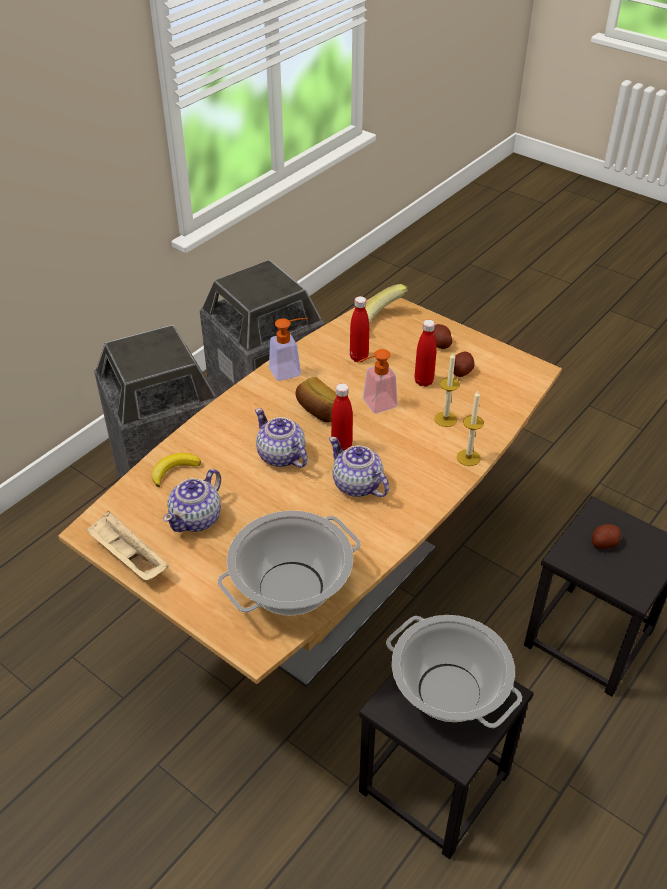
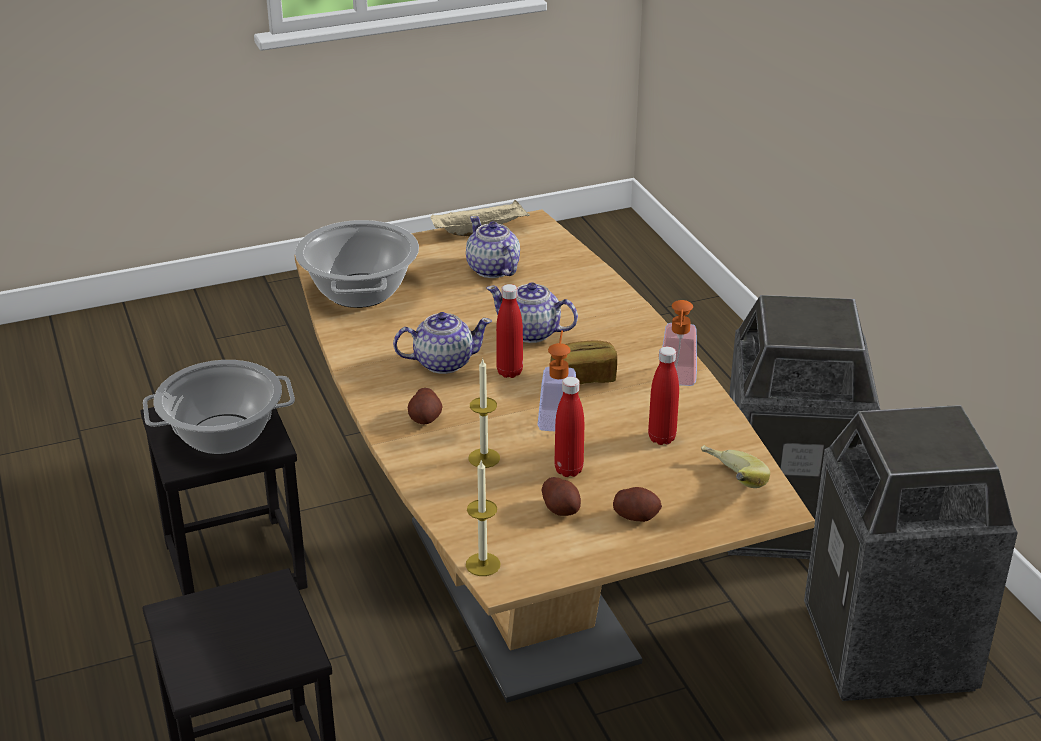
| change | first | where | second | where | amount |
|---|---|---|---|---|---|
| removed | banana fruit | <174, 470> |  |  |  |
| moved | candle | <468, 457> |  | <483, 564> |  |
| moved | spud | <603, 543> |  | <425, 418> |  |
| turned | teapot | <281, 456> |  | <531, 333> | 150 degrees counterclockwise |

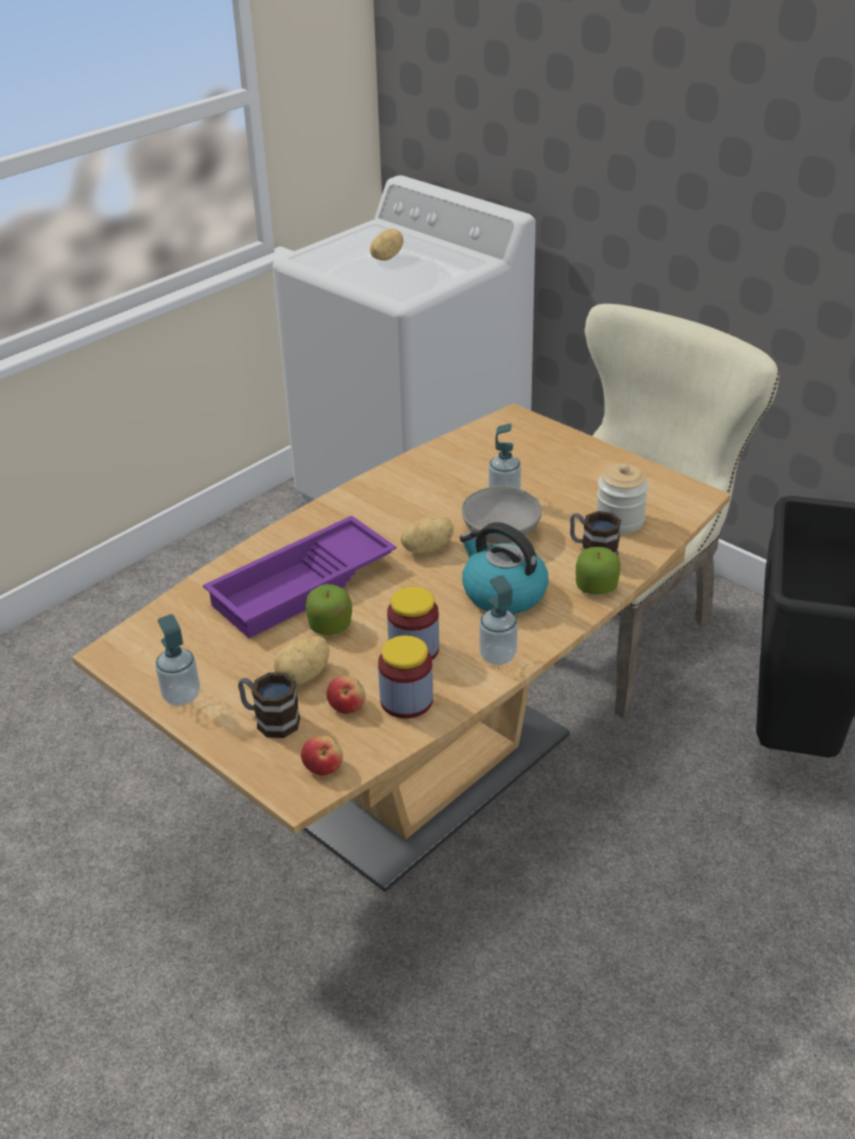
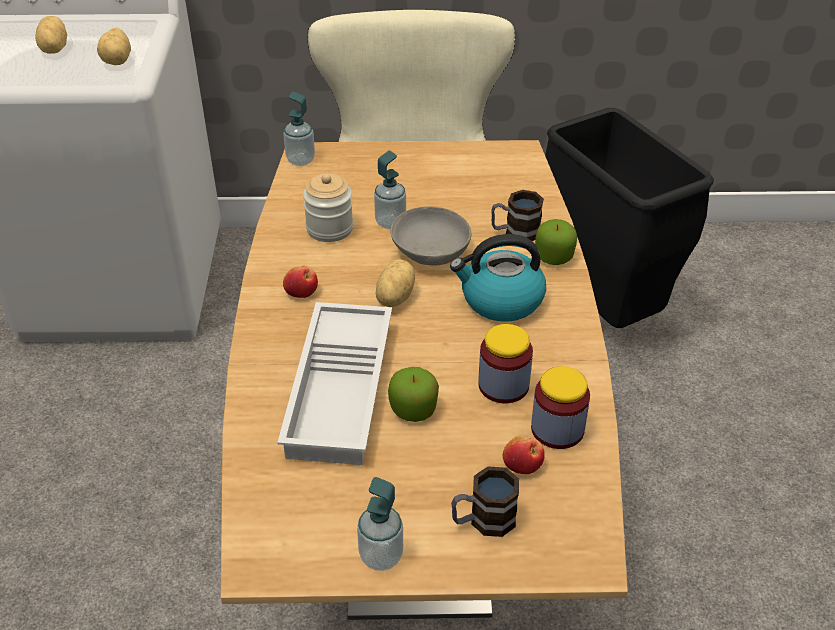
| change | first | where | second | where | amount |
|---|---|---|---|---|---|
| moved | spud | <304, 676> |  | <118, 61> |  |
| moved | apple | <323, 766> |  | <301, 292> |  |
| moved | liquid soap bottle | <498, 656> |  | <300, 160> |  |
| moved | preserve jar | <619, 521> |  | <329, 228> |  |
| recoloured | purple tray | <303, 587> | white-coloured tray | <342, 391> |  |

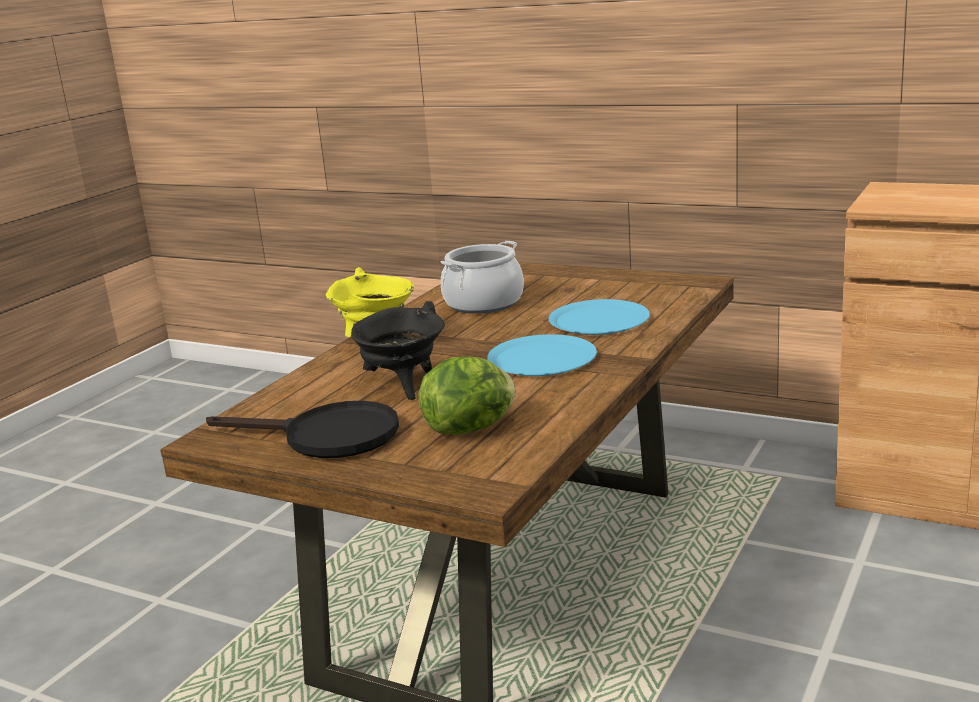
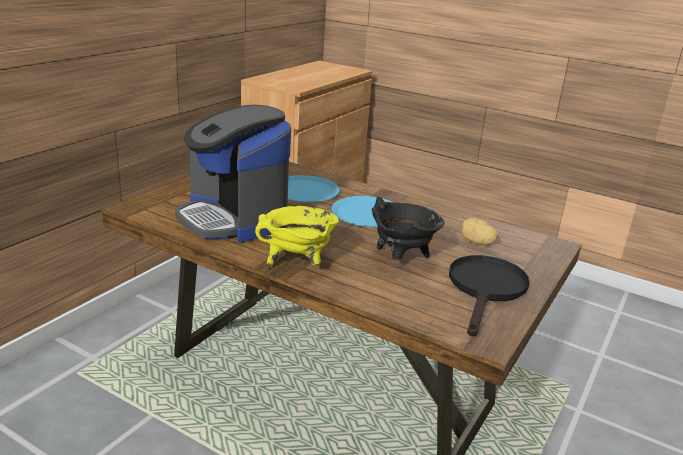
| change | first | where | second | where | amount |
|---|---|---|---|---|---|
| replaced | head of lettuce | <471, 428> | spud | <476, 243> |  |
| replaced | stockpot | <484, 303> | coffee machine | <234, 219> |  |

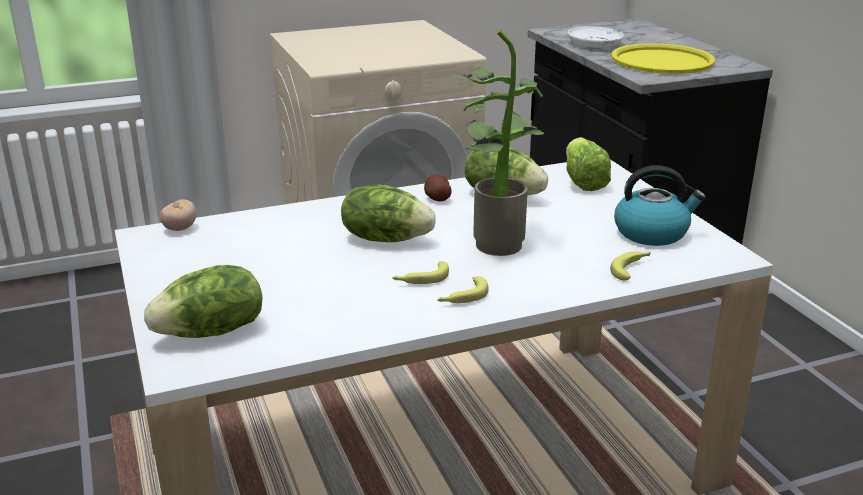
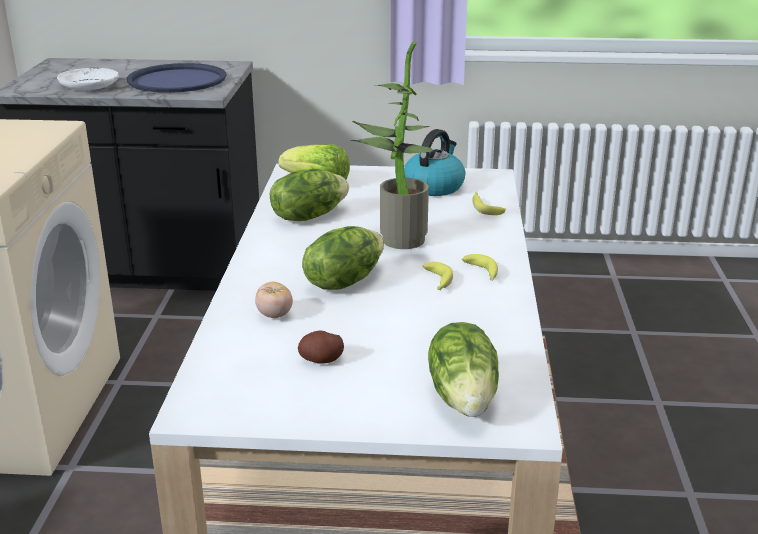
| change | first | where | second | where | amount |
|---|---|---|---|---|---|
| moved | whole tomato | <180, 229> |  | <274, 315> |  |
| moved | spud | <437, 198> |  | <321, 360> |  |
| recoloured | yellowish tray | <662, 60> | blue-coloured tray | <177, 80> |  |

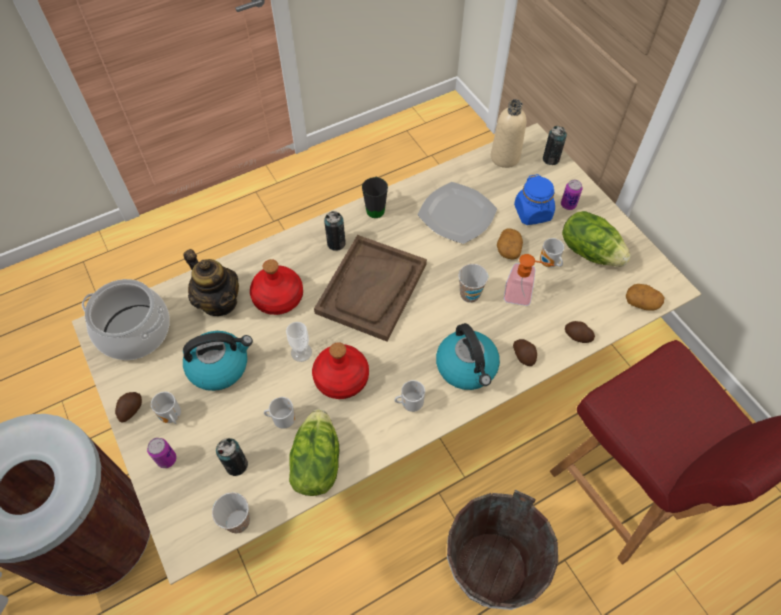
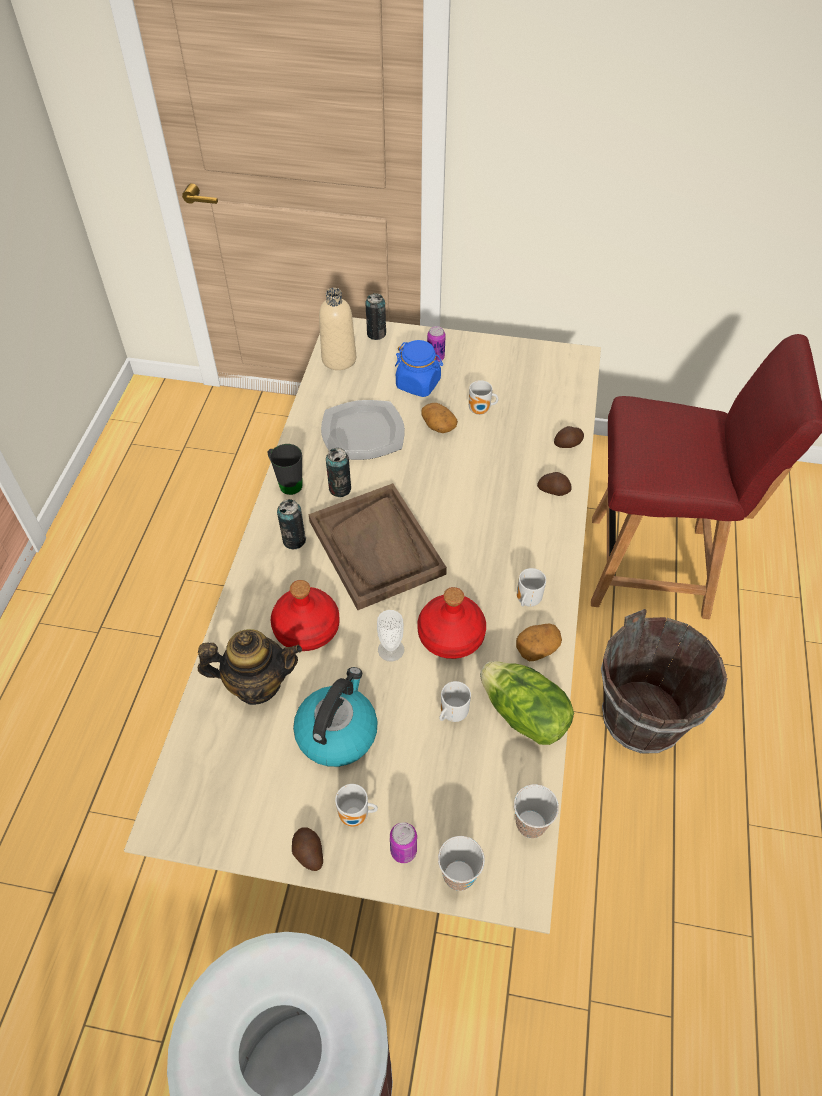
| change | first | where | second | where | amount |
|---|---|---|---|---|---|
| removed | stockpot | <135, 331> |  |  |  |
| removed | kettle | <467, 367> |  |  |  |
| removed | liquid soap bottle | <523, 295> |  |  |  |
| removed | head of lettuce | <590, 251> |  |  |  |
| moved | can | <236, 465> |  | <340, 489> |  |
| moved | small cup | <470, 294> |  | <458, 875> |  |
| moved | spud | <642, 302> |  | <537, 647> |  |

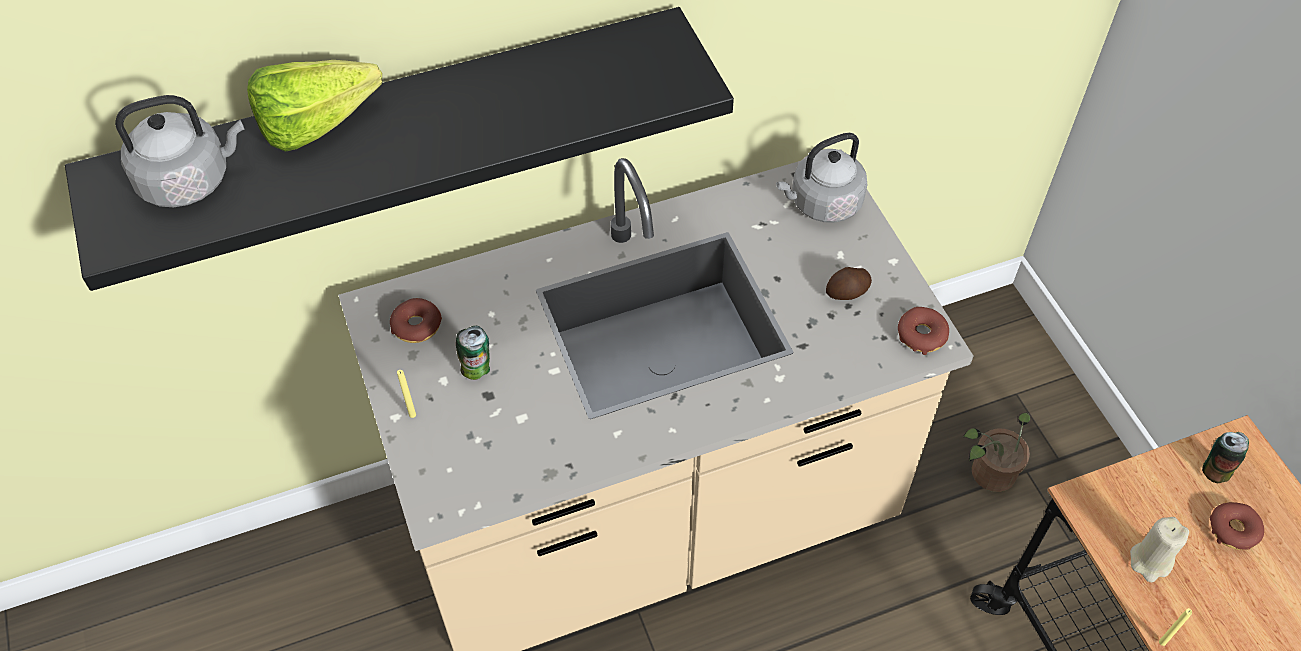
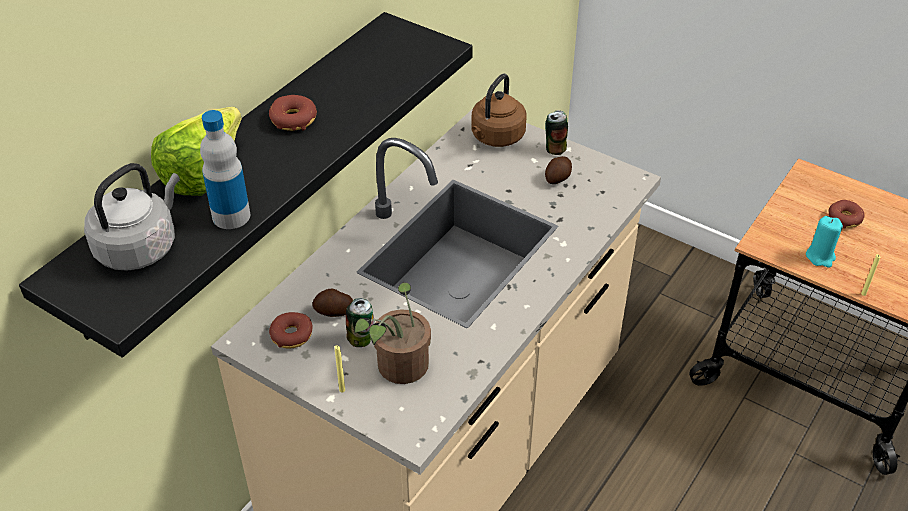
| change | first | where | second | where | amount |
|---|---|---|---|---|---|
| added |  |  | bottle | <231, 216> |  |
| added |  |  | spud | <334, 312> |  |
| moved | donut | <921, 335> |  | <293, 119> |  |
| moved | plant in a pot | <987, 475> |  | <398, 370> |  |
| moved | can | <1215, 470> |  | <555, 148> |  |
| recoloured | gray kettle | <822, 204> | brown-coloured kettle | <496, 137> |  |
| recoloured | beige-coloured candle | <1150, 561> | turquoise-coloured candle | <820, 256> |  |

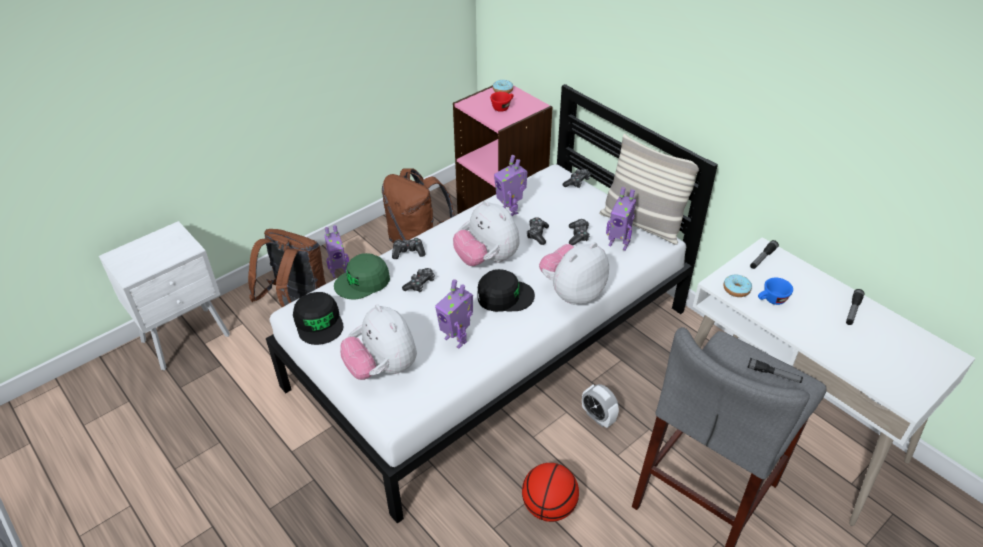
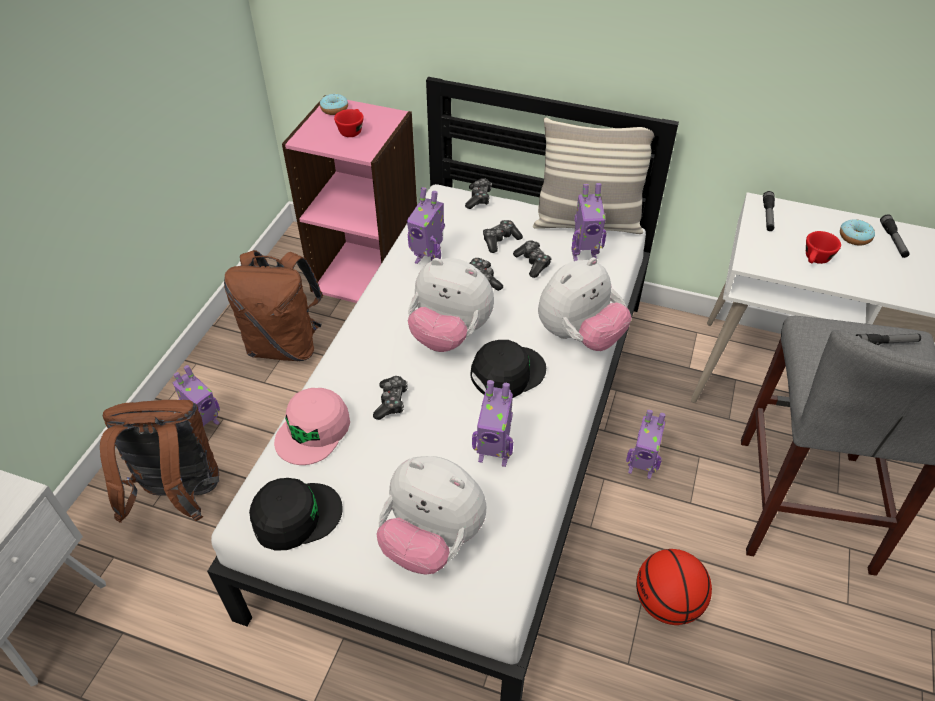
| change | first | where | second | where | amount |
|---|---|---|---|---|---|
| moved | gamepad | <408, 252> |  | <500, 240> |  |
| moved | donut | <736, 289> |  | <854, 237> |  |
| replaced | bedside clock | <598, 417> | robot figure | <640, 469> |  |
| recoloured | green cap | <363, 281> | pink-coloured cap | <313, 431> |  |
| recoloured | blue-coloured small cup | <771, 300> | red small cup | <815, 260> |  |
| turned | black cap | <319, 322> |  | <295, 516> | 60 degrees counterclockwise |
| turned | cuddly toy | <572, 293> |  | <579, 336> | 150 degrees counterclockwise |

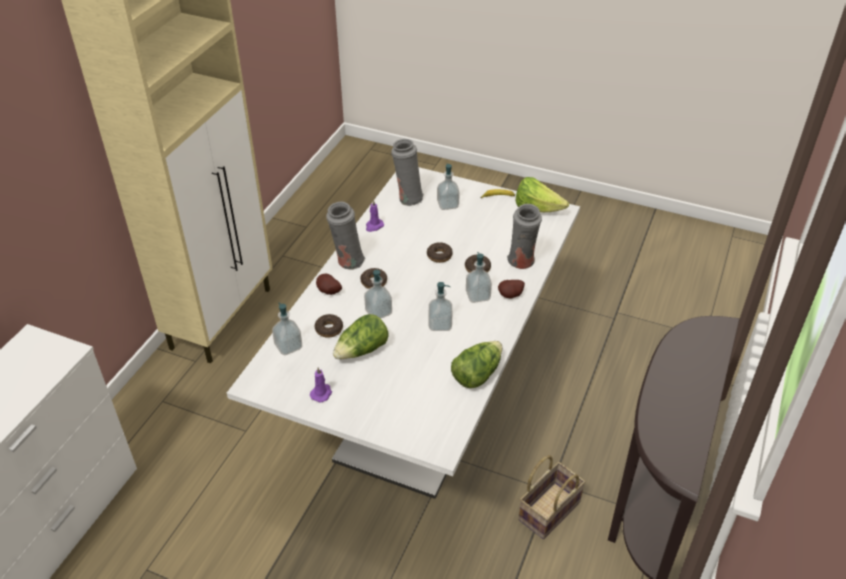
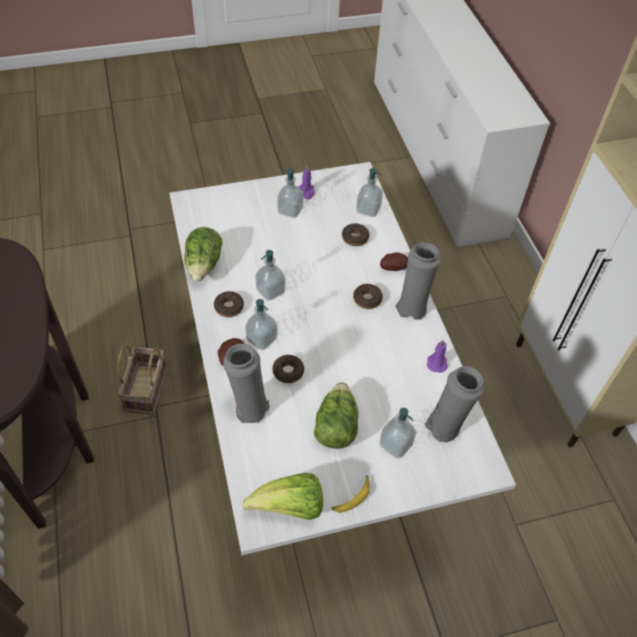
| change | first | where | second | where | amount |
|---|---|---|---|---|---|
| moved | head of lettuce | <362, 350> |  | <335, 426> |  |
| moved | liquid soap bottle | <378, 312> |  | <290, 210> |  |
| moved | donut | <439, 255> |  | <229, 307> |  |

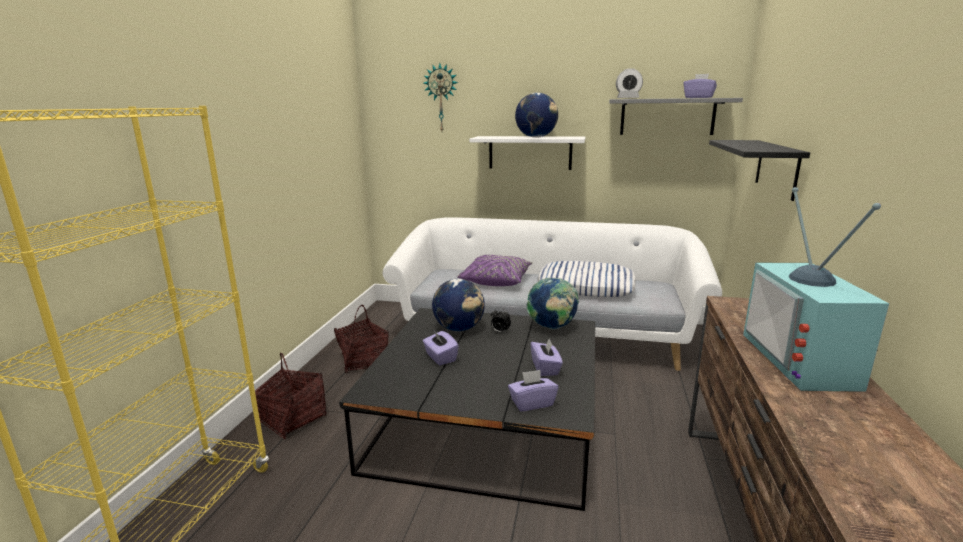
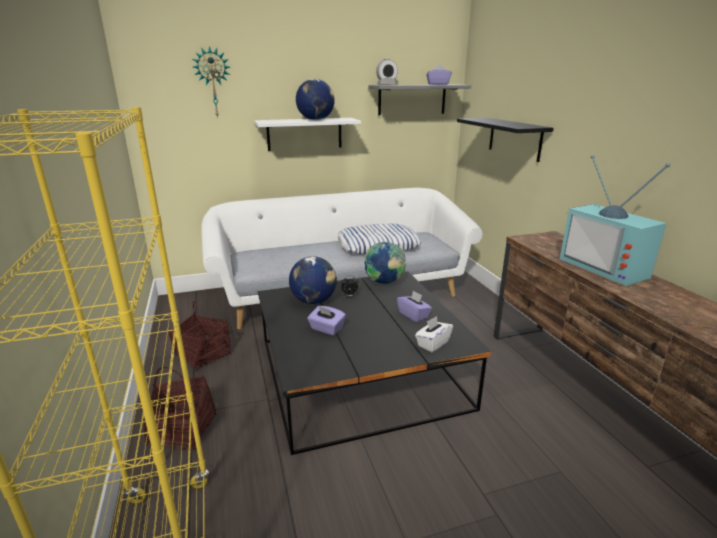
| change | first | where | second | where | amount |
|---|---|---|---|---|---|
| removed | purple pillow | <496, 280> |  |  |  |
| recoloured | purple tissue box | <532, 403> | white-coloured tissue box | <432, 343> |  |

